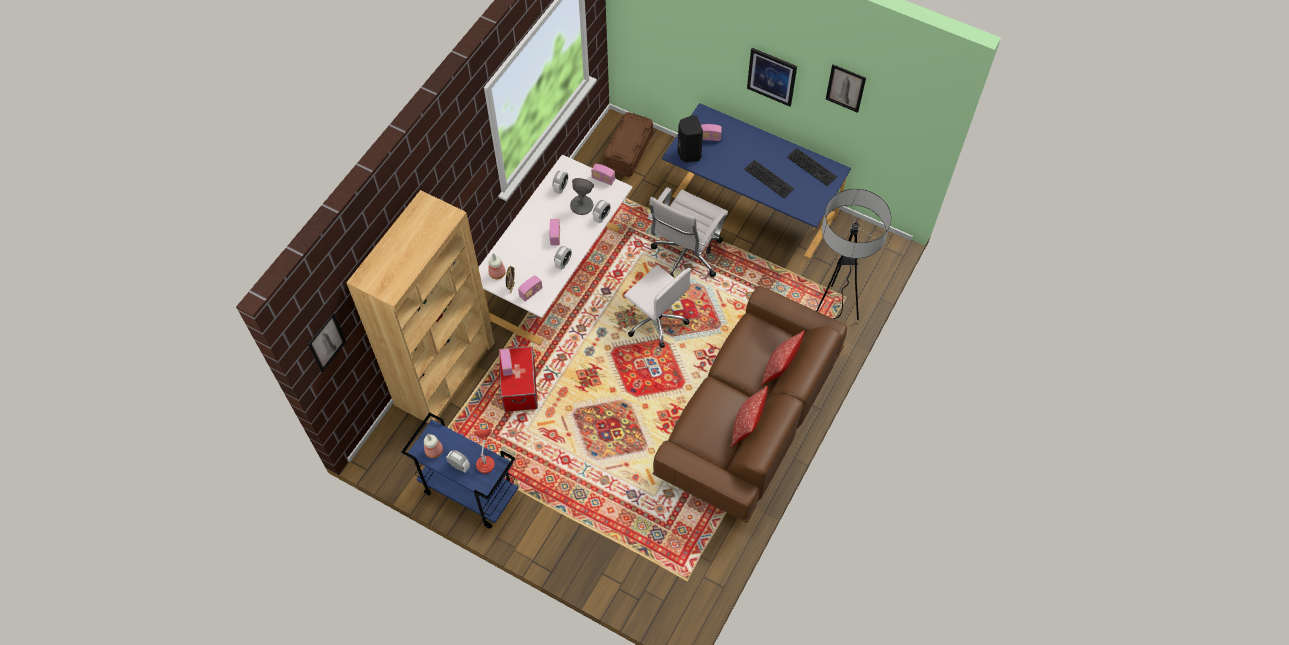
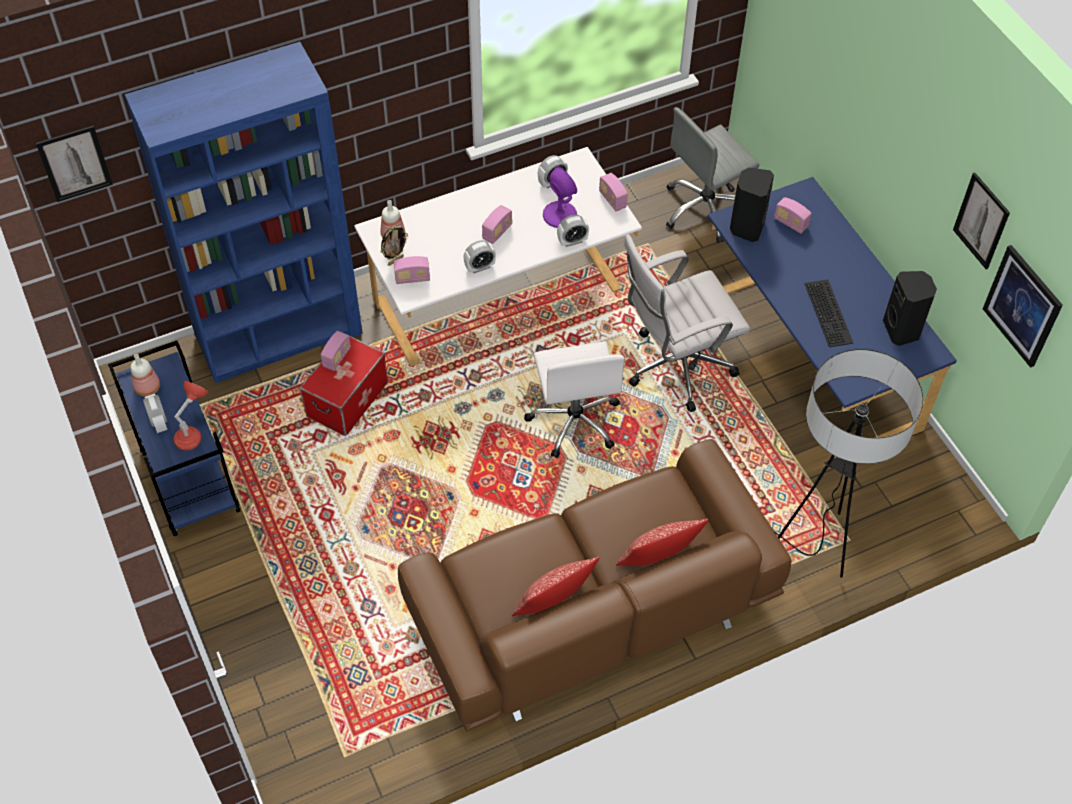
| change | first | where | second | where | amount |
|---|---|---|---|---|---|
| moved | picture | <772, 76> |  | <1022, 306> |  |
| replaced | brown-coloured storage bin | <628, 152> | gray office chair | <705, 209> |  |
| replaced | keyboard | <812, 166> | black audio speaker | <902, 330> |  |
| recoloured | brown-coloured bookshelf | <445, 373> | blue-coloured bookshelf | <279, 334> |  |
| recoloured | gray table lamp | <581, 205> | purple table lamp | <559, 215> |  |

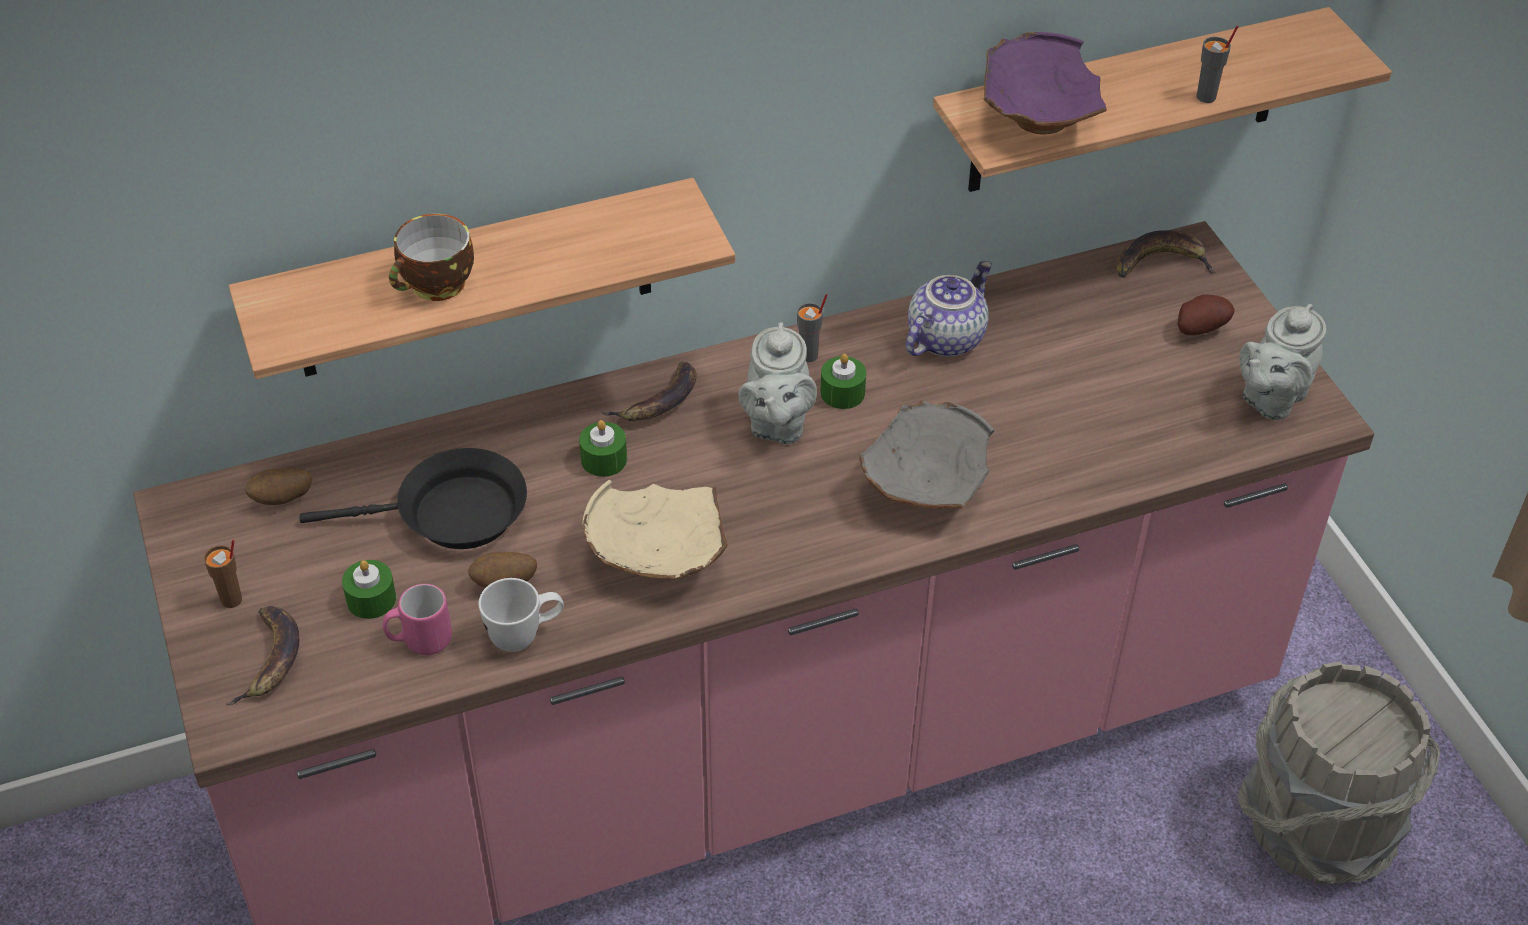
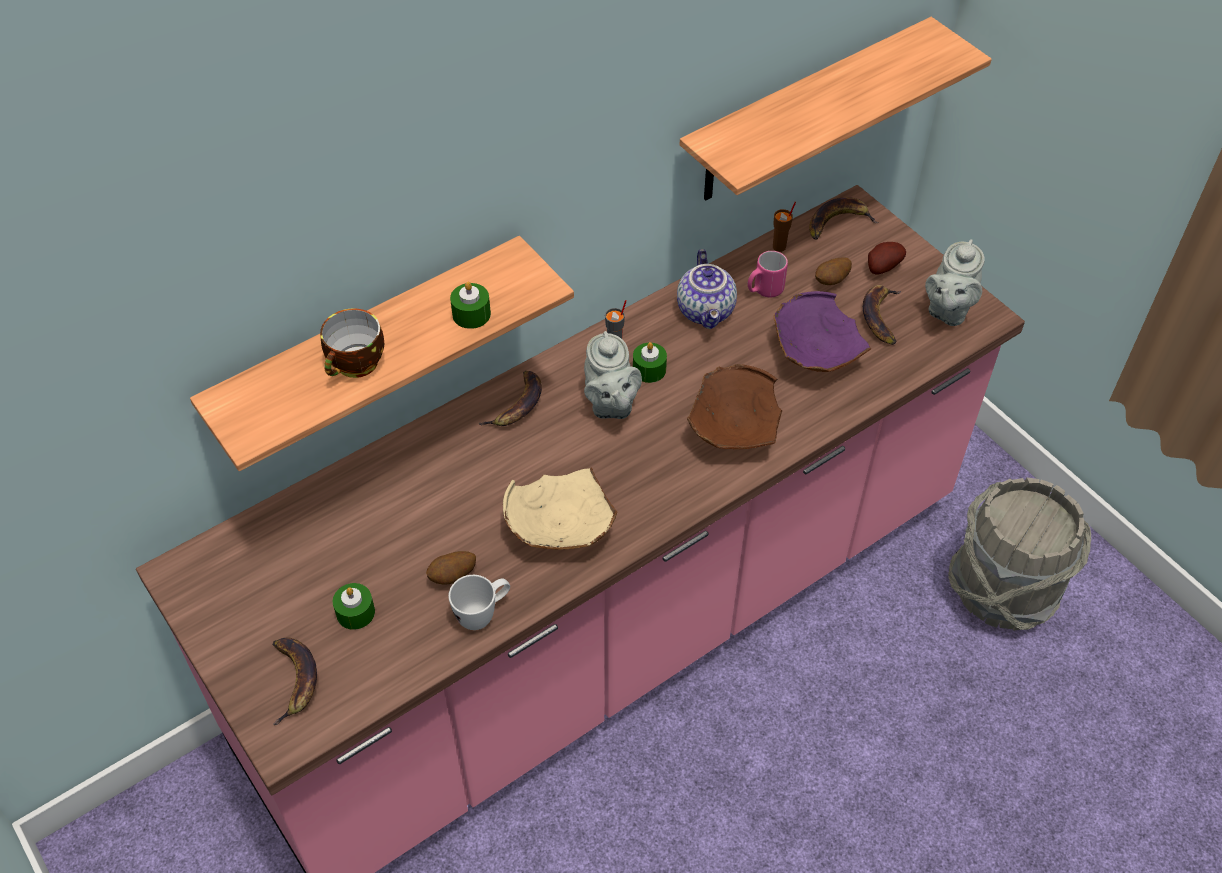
| change | first | where | second | where | amount |
|---|---|---|---|---|---|
| removed | black pan | <451, 515> |  |  |  |
| removed | gray small cup | <1207, 97> |  |  |  |
| added |  |  | banana fruit | <880, 317> |  |
| moved | brown-coloured small cup | <232, 600> |  | <779, 247> |  |
| moved | spud | <282, 499> |  | <831, 281> |  |
| moved | pink-coloured mug | <419, 641> |  | <764, 290> |  |
| moved | green candle | <604, 459> |  | <471, 314> |  |
| moved | purple bowl | <1035, 119> |  | <814, 355> |  |
| recoloured | gray bowl | <924, 487> | brown-coloured bowl | <732, 430> |  |
| turned | teapot | <944, 337> |  | <707, 311> | 150 degrees clockwise |

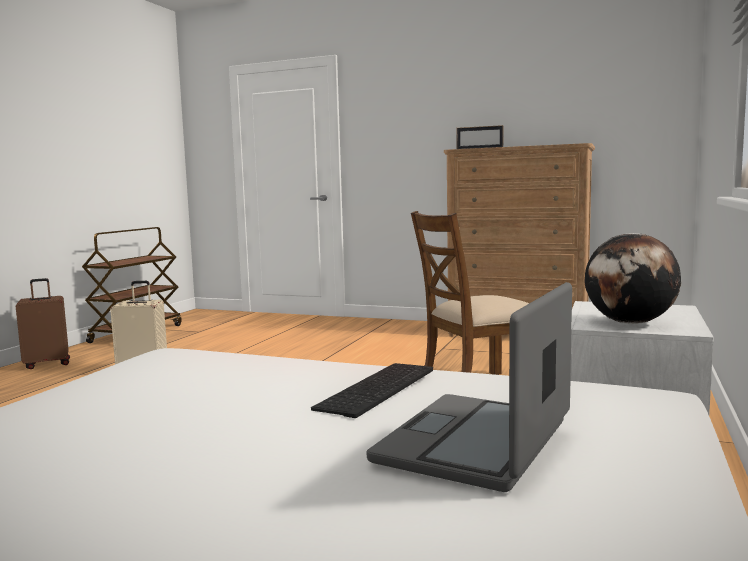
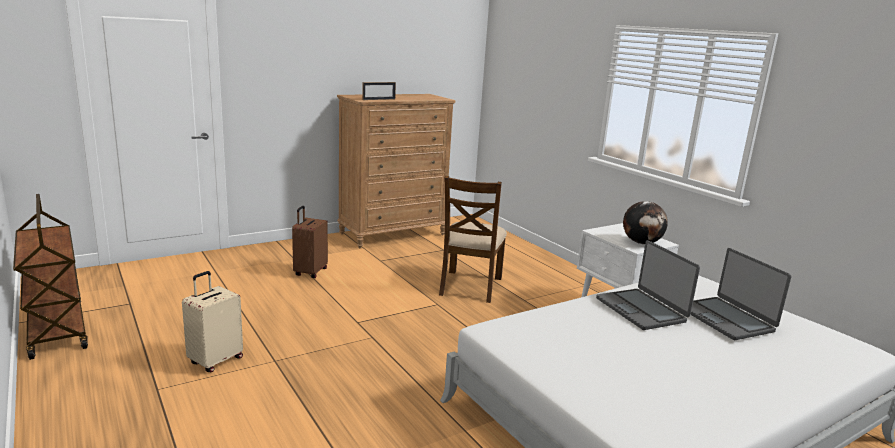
| change | first | where | second | where | amount |
|---|---|---|---|---|---|
| moved | brown-coloured travel case | <47, 364> |  | <310, 272> |  |
| replaced | keyboard | <379, 389> | laptop | <641, 310> |  |

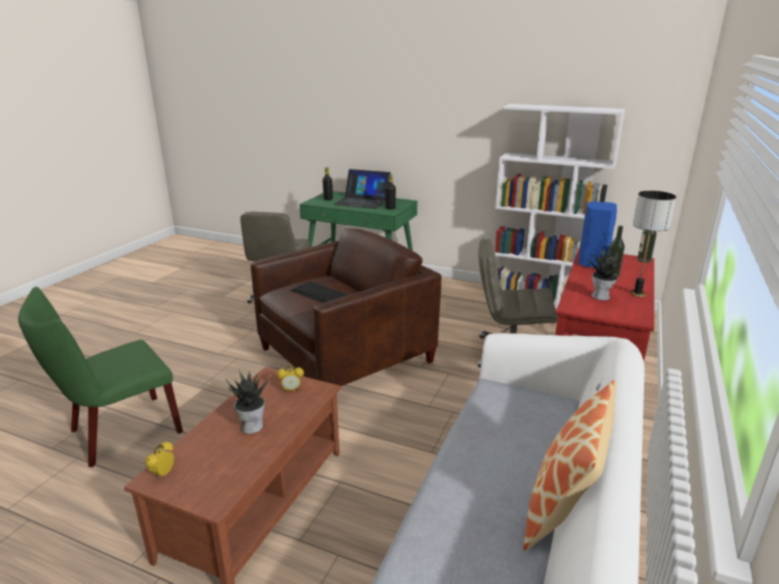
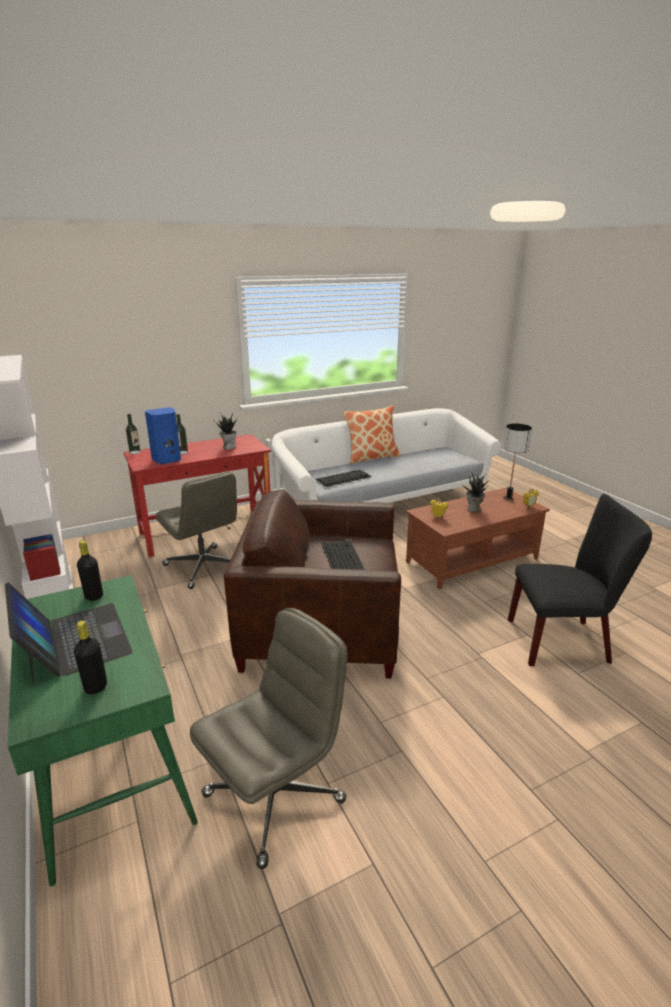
| change | first | where | second | where | amount |
|---|---|---|---|---|---|
| added |  |  | keyboard | <344, 477> |  |
| moved | table lamp | <637, 293> |  | <508, 498> |  |
| recoloured | green chair | <118, 433> | black chair | <564, 641> |  |

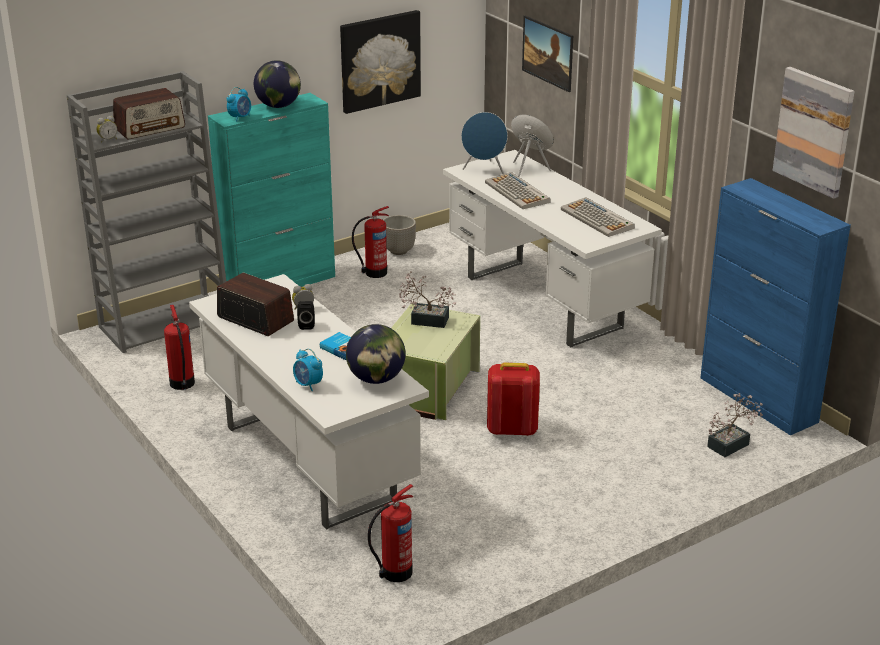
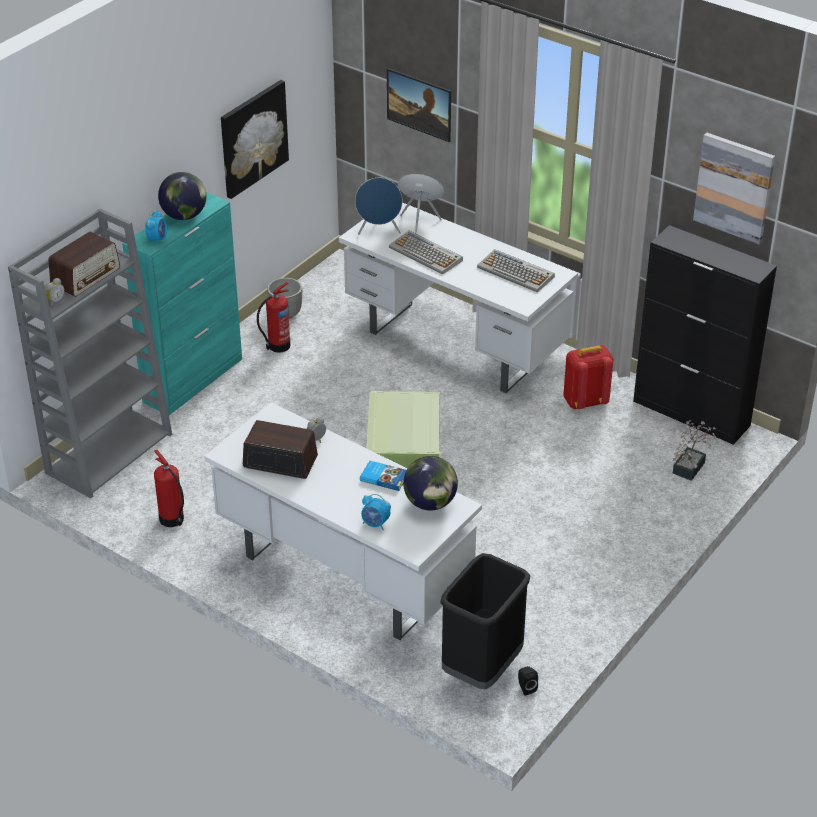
| change | first | where | second | where | amount |
|---|---|---|---|---|---|
| removed | plant in a pot | <425, 320> |  |  |  |
| moved | black audio speaker | <306, 325> |  | <526, 688> |  |
| moved | red knapsack | <511, 430> |  | <585, 401> |  |
| replaced | fire extinguisher | <394, 573> | black waste bin | <482, 667> |  |
| recoloured | blue-coloured storage cabinet | <758, 400> | black storage cabinet | <691, 414> |  |

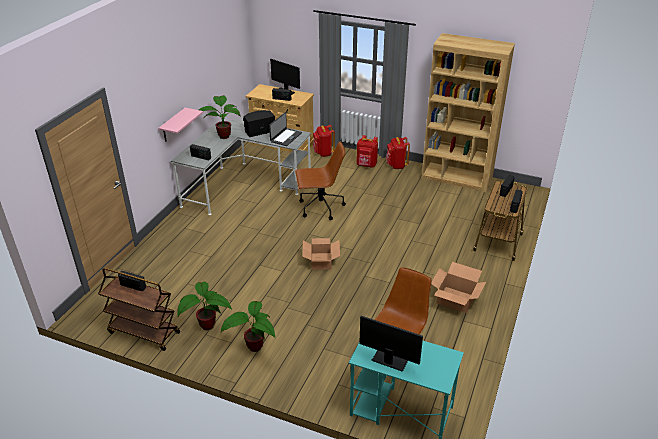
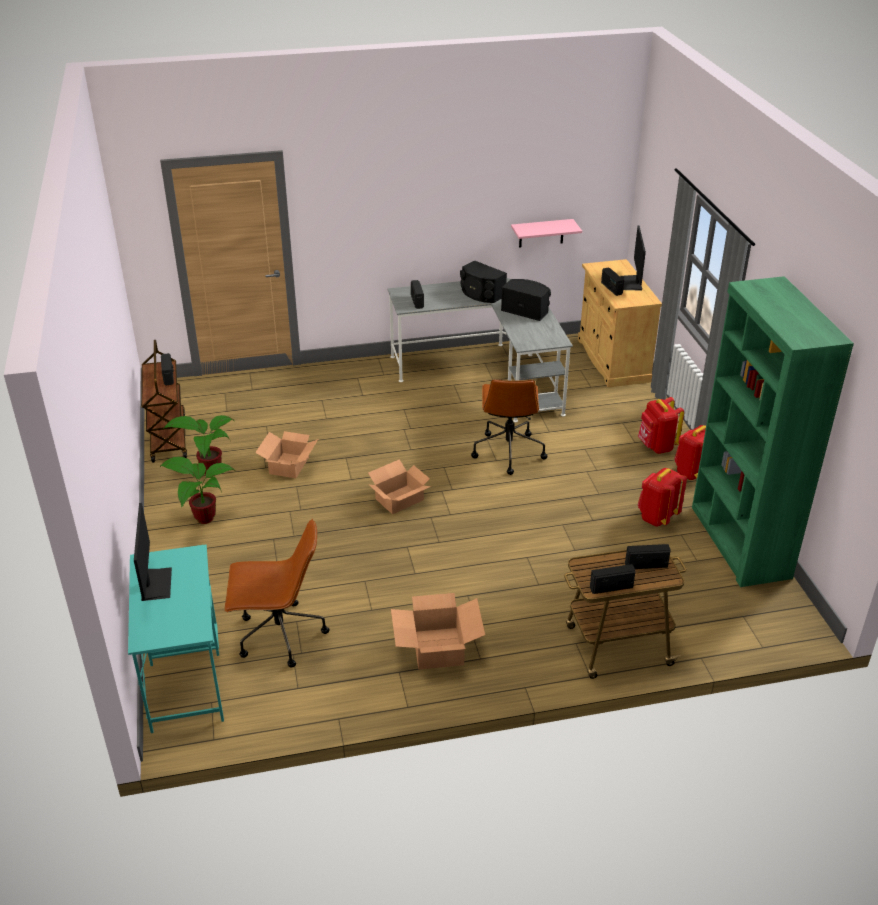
| change | first | where | second | where | amount |
|---|---|---|---|---|---|
| removed | laptop | <285, 137> |  |  |  |
| added |  |  | cardboard box | <289, 465> |  |
| moved | pink-coloured wall shelf | <173, 125> |  | <541, 233> |  |
| moved | red knapsack | <323, 153> |  | <657, 517> |  |
| replaced | plant in a pot | <223, 135> | black audio speaker | <481, 294> |  |
| recoloured | brown-coloured bookshelf | <457, 178> | green bookshelf | <739, 542> |  |
| turned | brown-coloured office chair | <320, 208> |  | <508, 451> | 45 degrees clockwise |

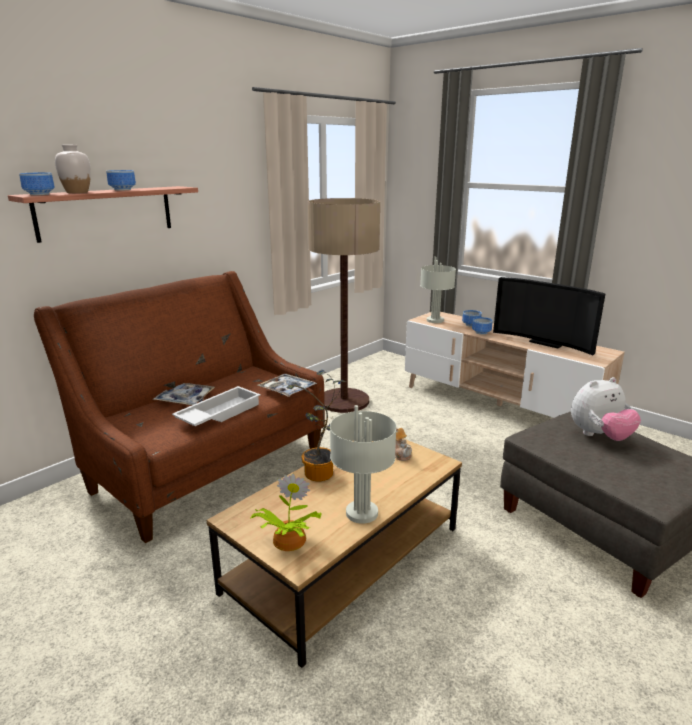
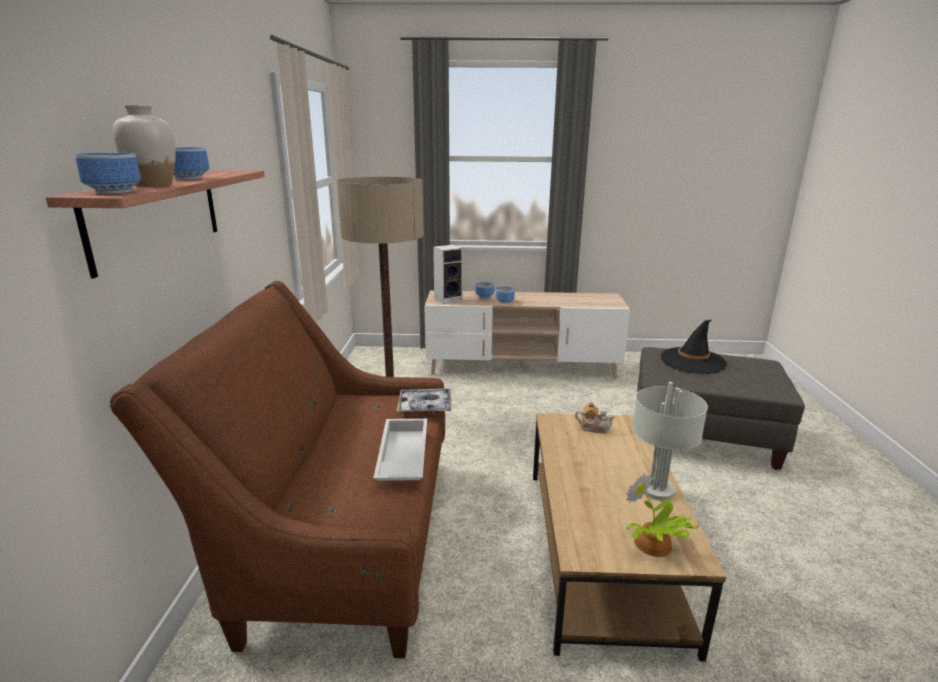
| change | first | where | second | where | amount |
|---|---|---|---|---|---|
| removed | tray | <185, 399> |  |  |  |
| removed | plant in a pot | <319, 476> |  |  |  |
| removed | TV | <546, 342> |  |  |  |
| replaced | gray table lamp | <435, 320> | audio speaker | <449, 299> |  |
| replaced | cuddly toy | <599, 436> | black wearable hat | <692, 361> |  |

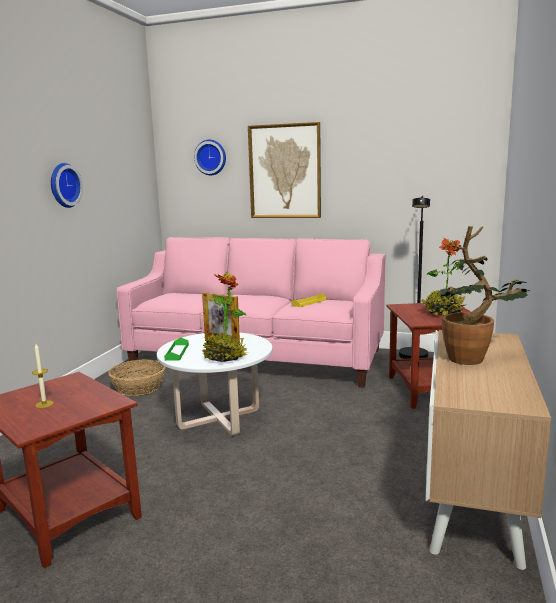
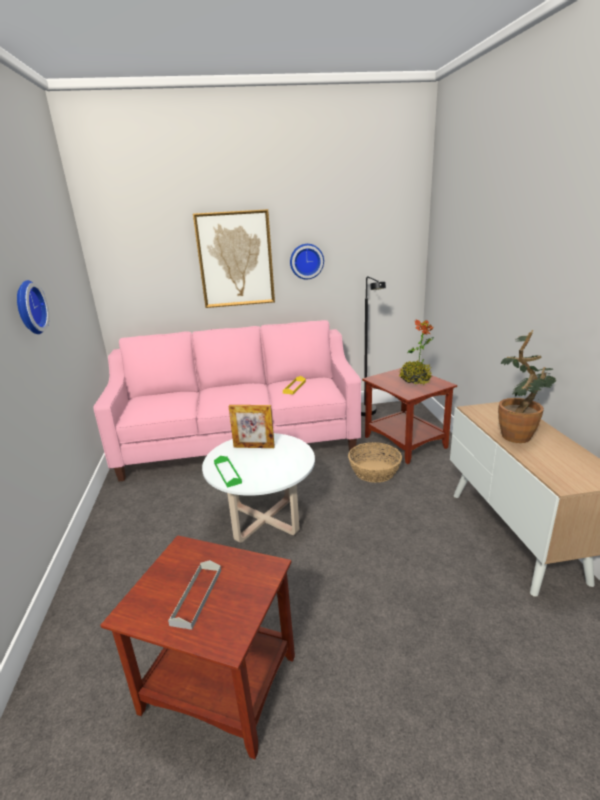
| change | first | where | second | where | amount |
|---|---|---|---|---|---|
| removed | plant in a pot | <225, 358> |  |  |  |
| moved | basket | <139, 387> |  | <374, 471> |  |
| moved | wall clock | <211, 157> |  | <306, 261> |  |
| replaced | candle | <44, 404> | gray tray | <197, 596> |  |

